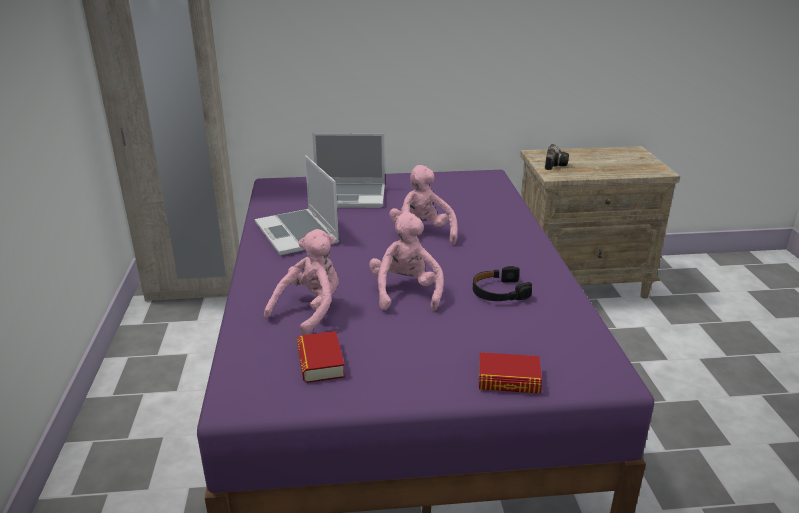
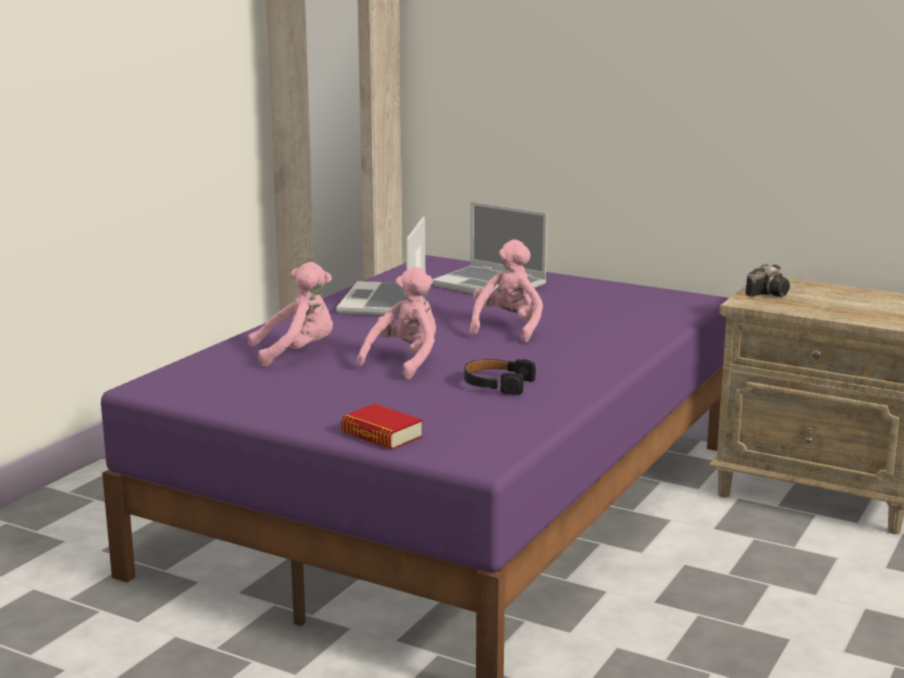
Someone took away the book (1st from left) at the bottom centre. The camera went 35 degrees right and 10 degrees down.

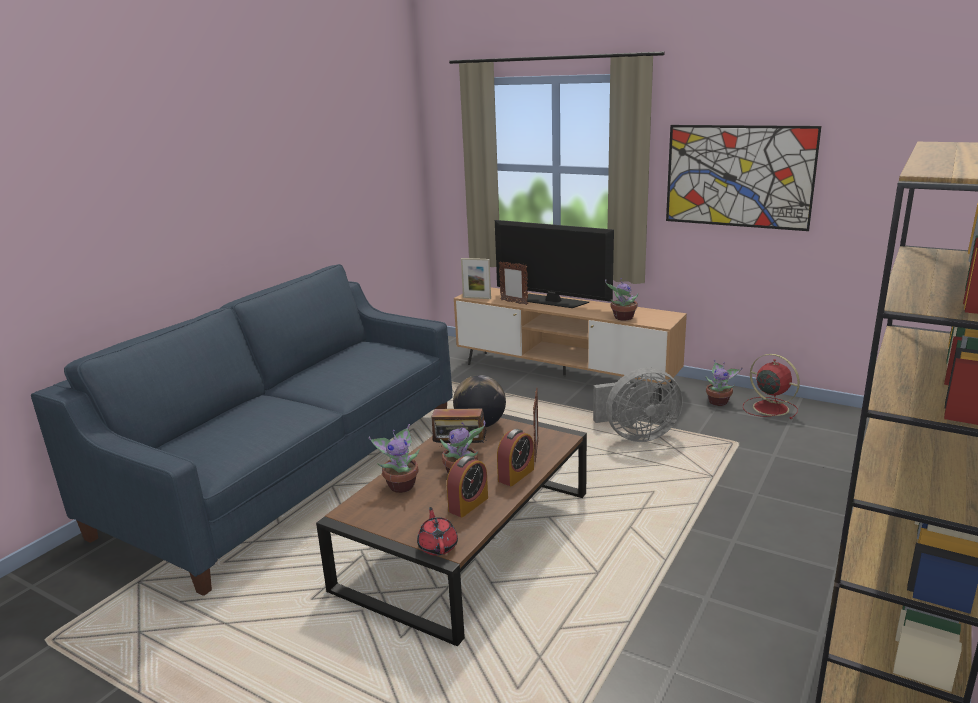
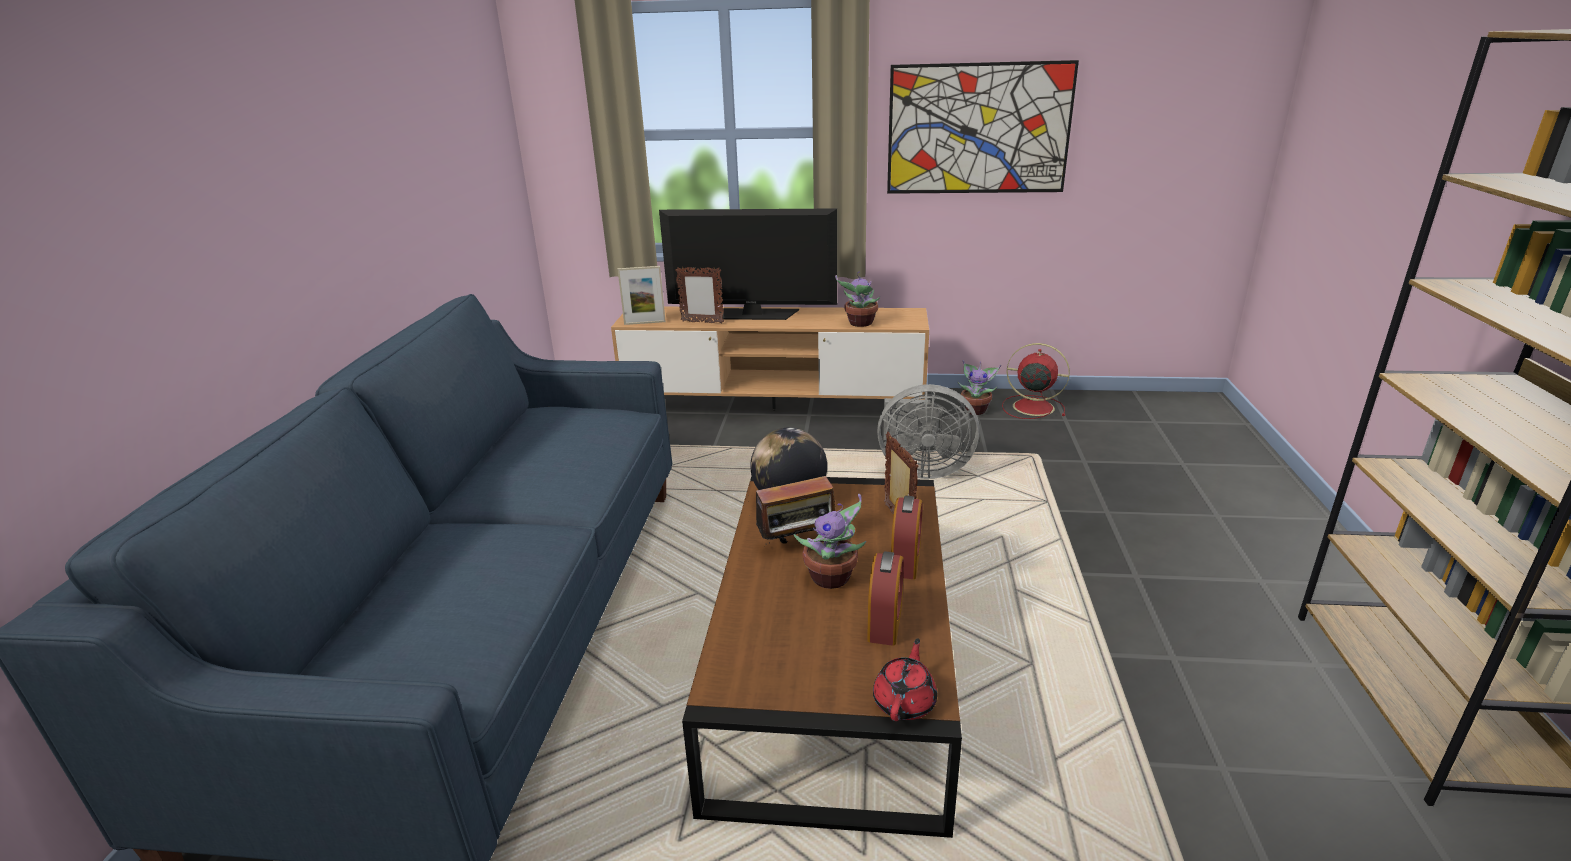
Someone rotated the grey fan at the centre by 45 degrees clockwise. Someone took away the potted plant (1st from left) at the centre. Someone rotated the red teapot at the bottom centre by 60 degrees clockwise. The camera went 25 degrees left and 5 degrees up.

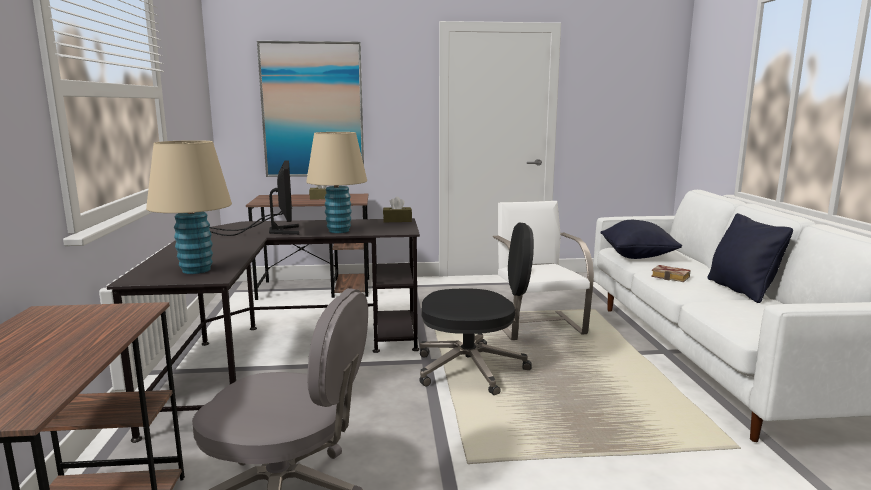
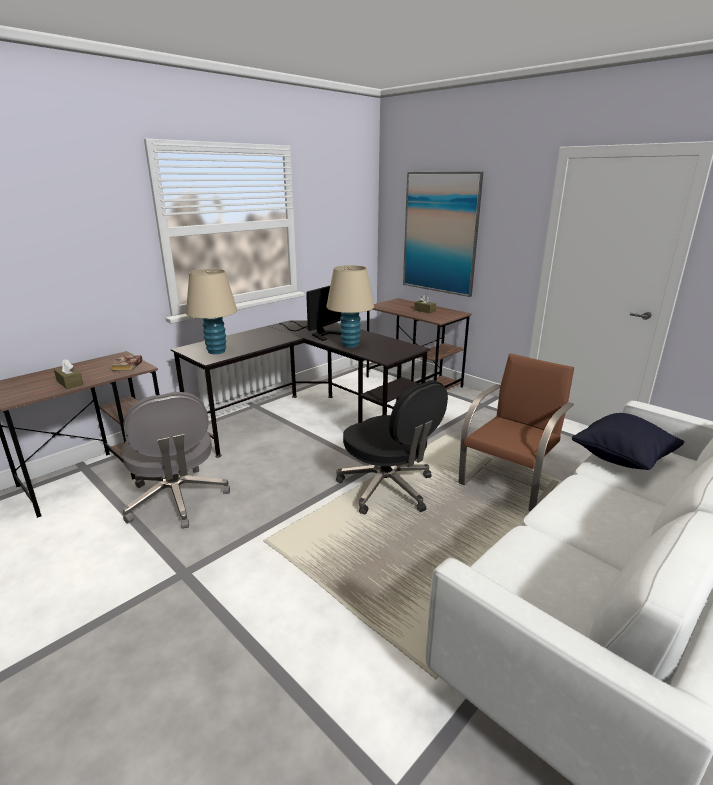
Someone carried the brown tissue box (2nd from left in the first image) from the centre to the middle left. Someone repainted the white chair at the centre, which became the brown chair at the middle right. Someone took away the black pillow (2nd from left) at the middle right. Someone carried the book from the middle right to the middle left. The camera went 50 degrees right and 10 degrees up.

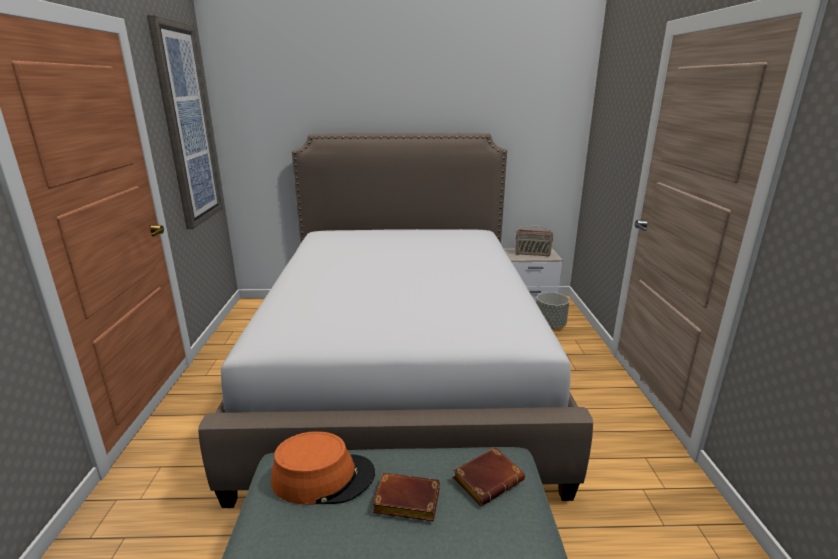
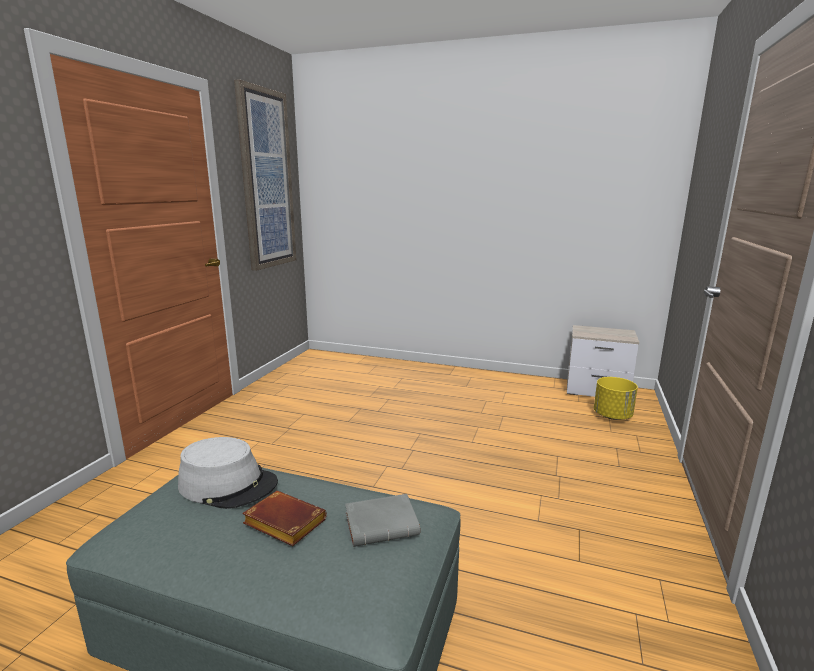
Someone took away the bed at the centre. Someone took away the radio at the centre. Someone repainted the grey planter at the centre, which became the yellow planter at the middle right. Someone repainted the orange hat at the bottom centre, which became the grey hat at the bottom left. Someone repainted the brown book (2nd from left) at the bottom centre, which became the grey book at the bottom centre. The camera went 20 degrees right and 5 degrees down.

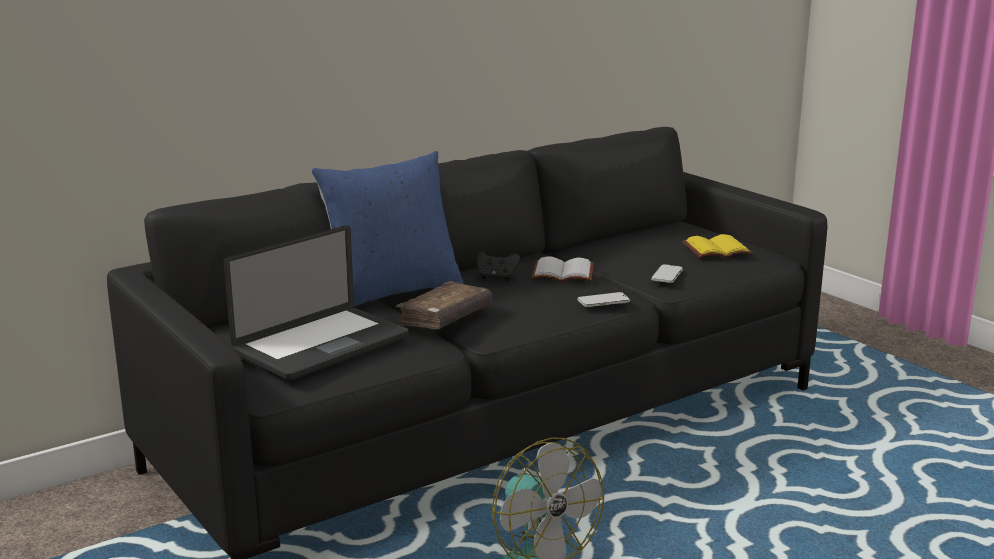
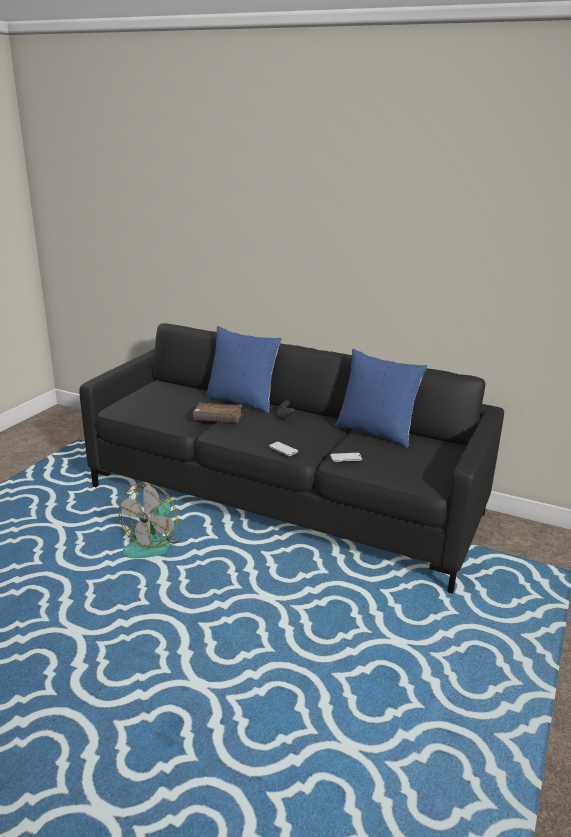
Someone took away the laptop at the middle left. Someone took away the yellow book at the middle right. Someone took away the white book at the centre. Someone put down the blue pillow (2nd from left) at the middle right. The camera went 60 degrees right and 5 degrees up.

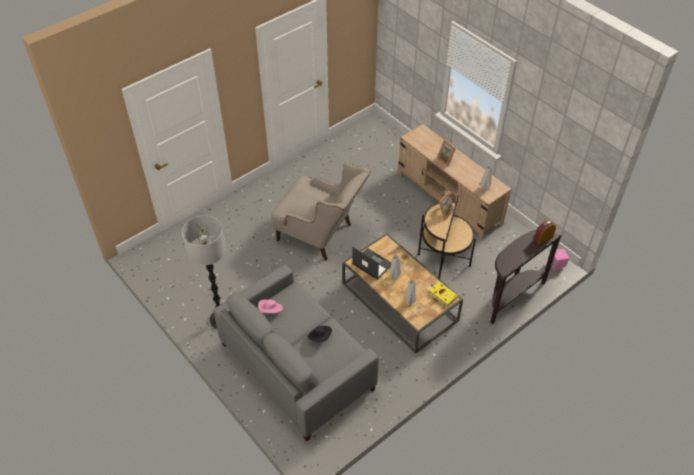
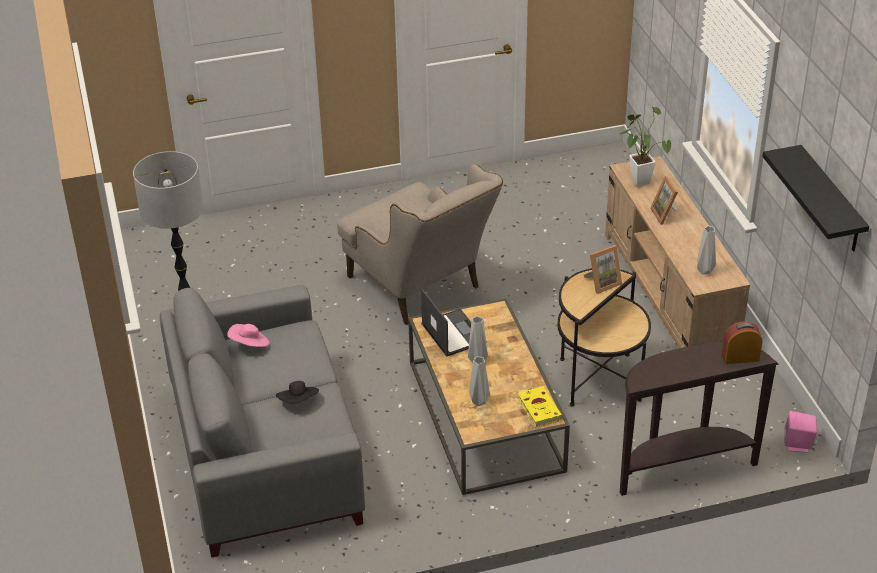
Someone put down the potted plant at the top right. Someone put up the black shelf at the middle right. The camera went 25 degrees right and 10 degrees down.

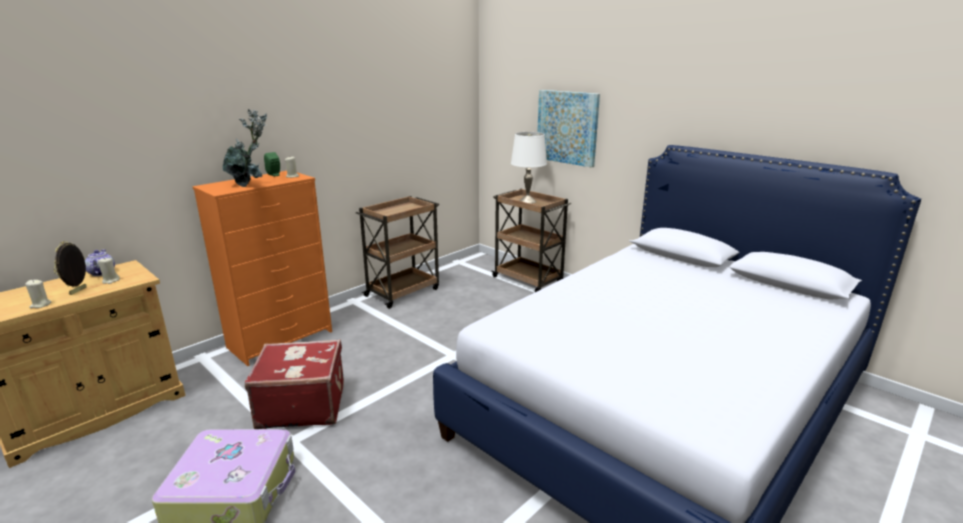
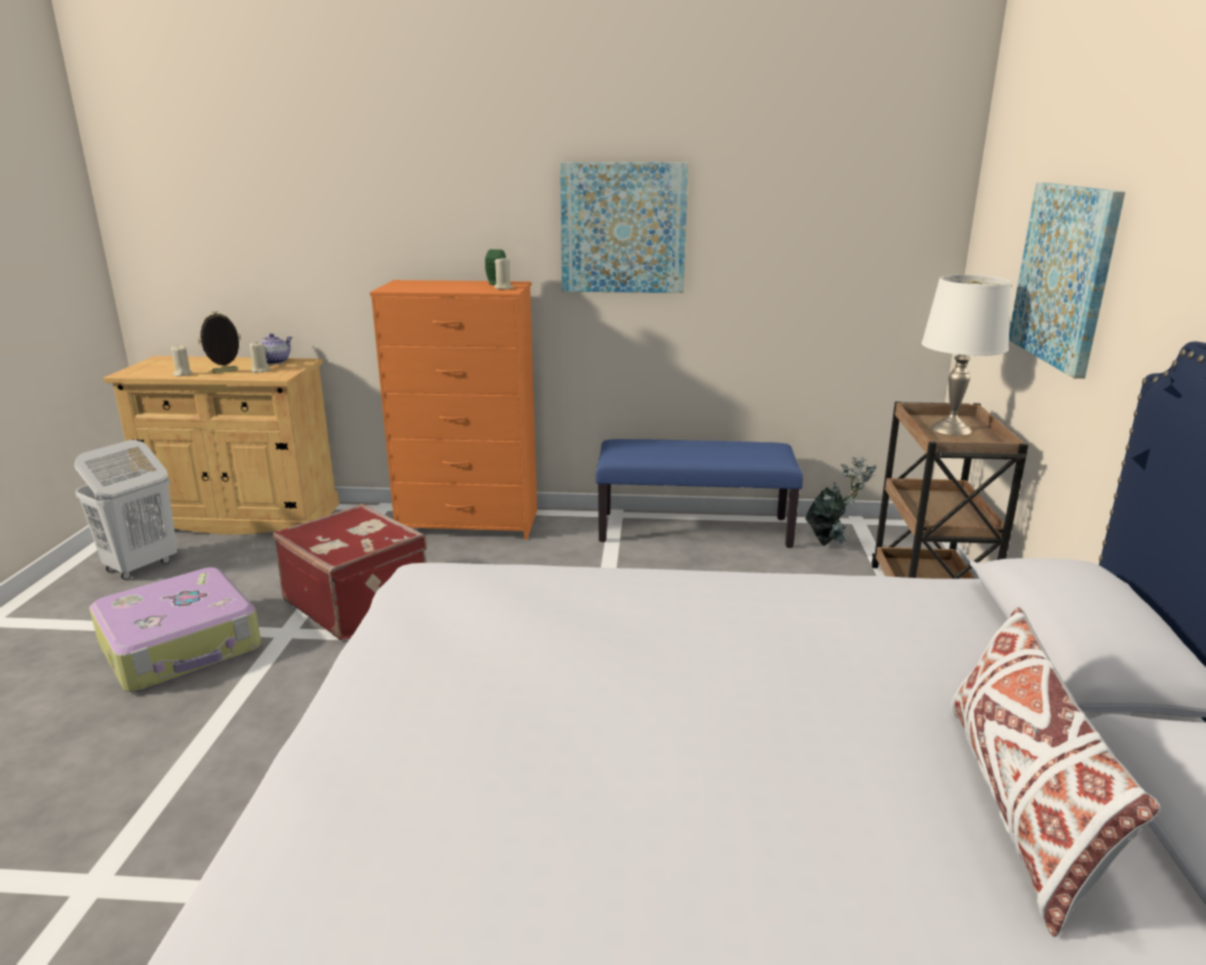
Someone carried the potted plant from the top left to the middle right. Someone swapped the brown cart (1st from left) at the centre for the blue bench at the centre. Someone put up the picture (1st from left) at the top centre. Someone put down the white laundry basket at the middle left. Someone put down the white pillow at the bottom right. The camera went 50 degrees right and 0 degrees up.

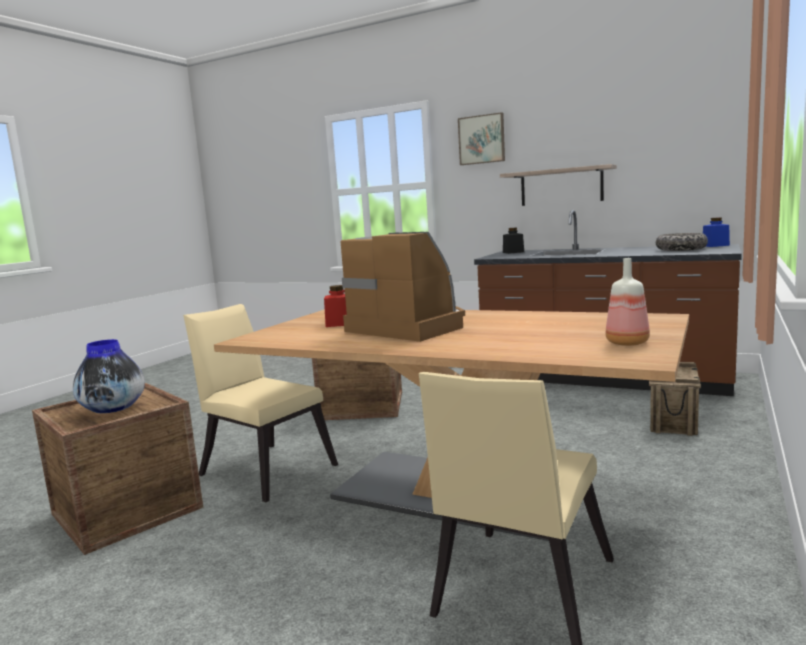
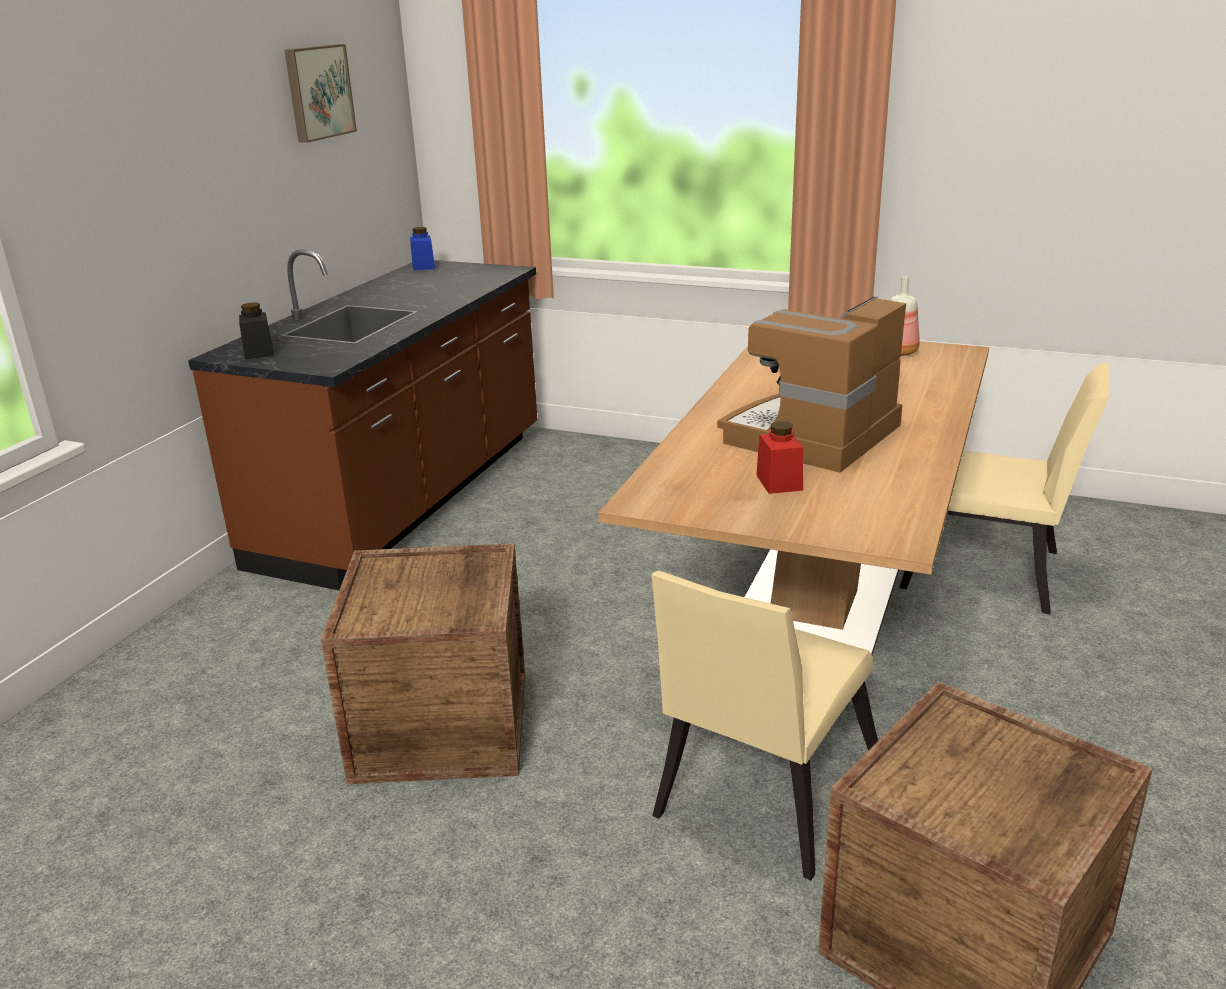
Someone carried the picture from the top centre to the top left. Someone took away the shelf at the top right. Someone took away the bowl at the middle right. Someone took away the vase at the middle left. Someone took away the crate (3rd from left) at the middle right. The camera went 95 degrees left and 15 degrees up.

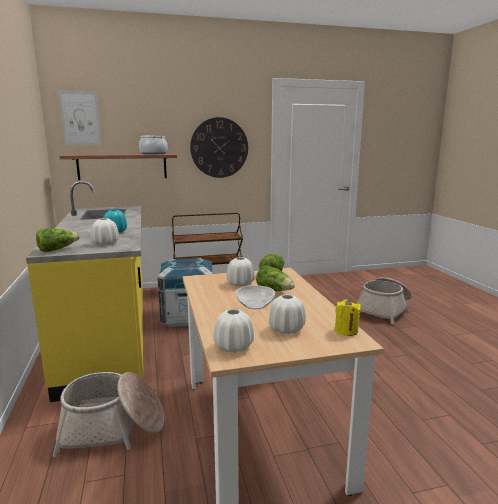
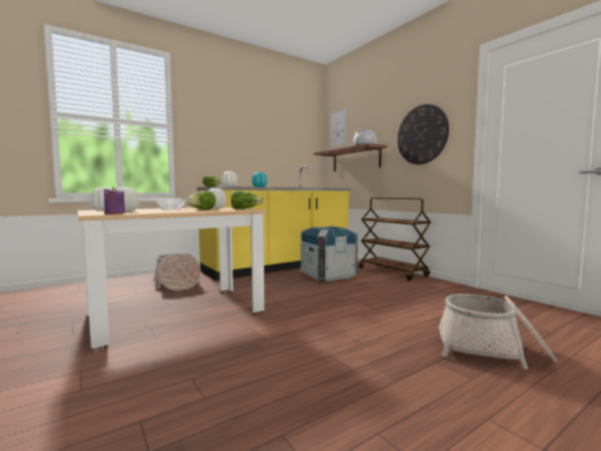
Someone repainted the yellow candle at the middle right, which became the purple candle at the middle left. The camera went 70 degrees right and 10 degrees down.

